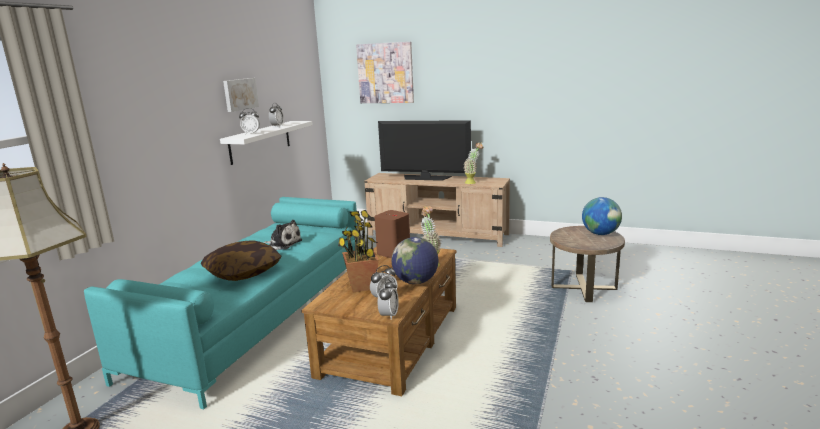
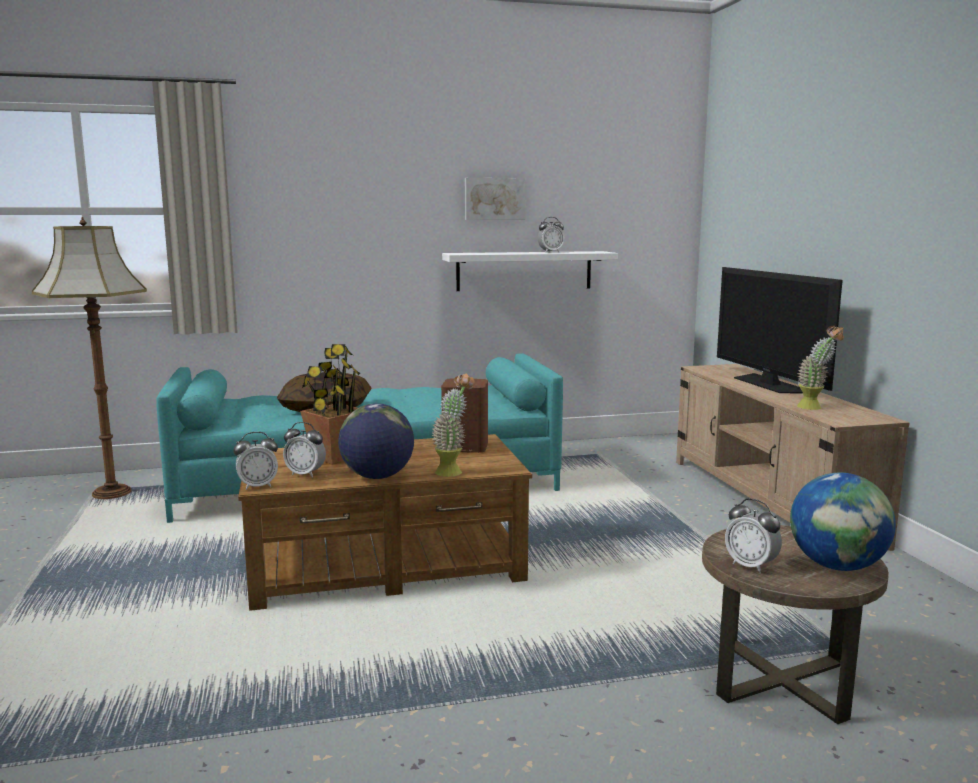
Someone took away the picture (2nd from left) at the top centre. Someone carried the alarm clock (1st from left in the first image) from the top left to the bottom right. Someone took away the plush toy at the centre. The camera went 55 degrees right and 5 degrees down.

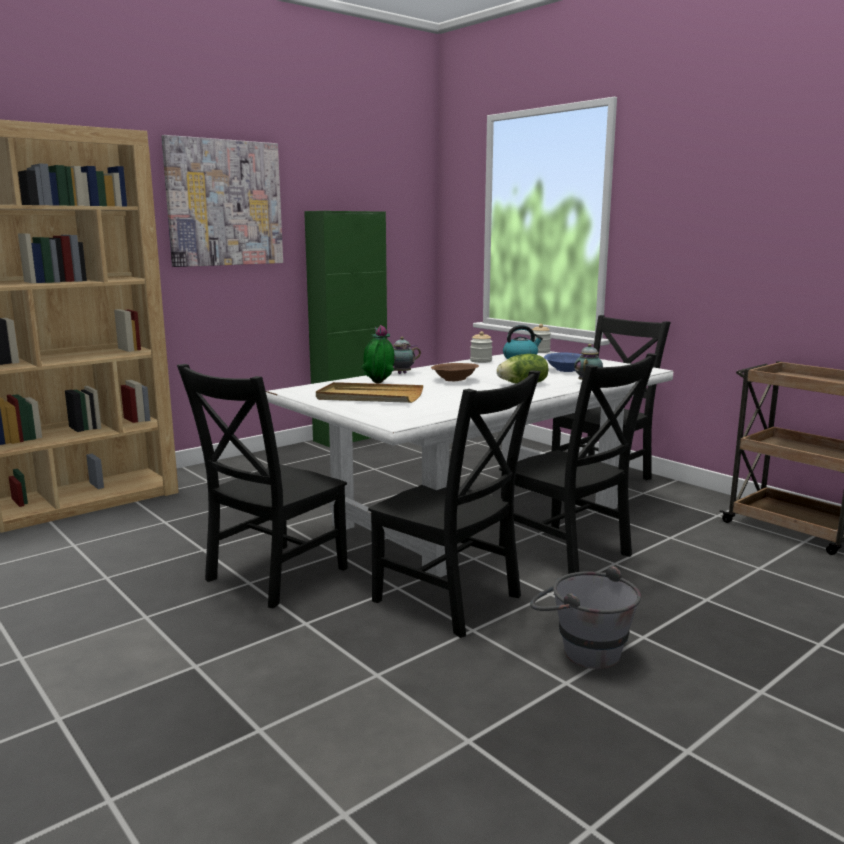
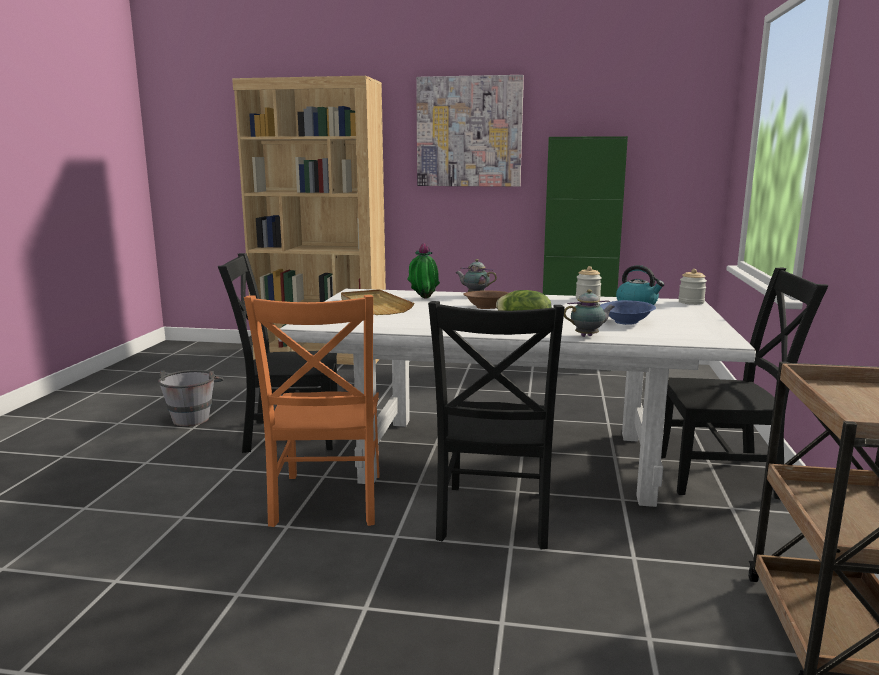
Someone repainted the black chair (2nd from left) at the centre, which became the orange chair at the centre. Someone carried the grey bucket from the bottom right to the middle left. The camera went 50 degrees right and 0 degrees up.

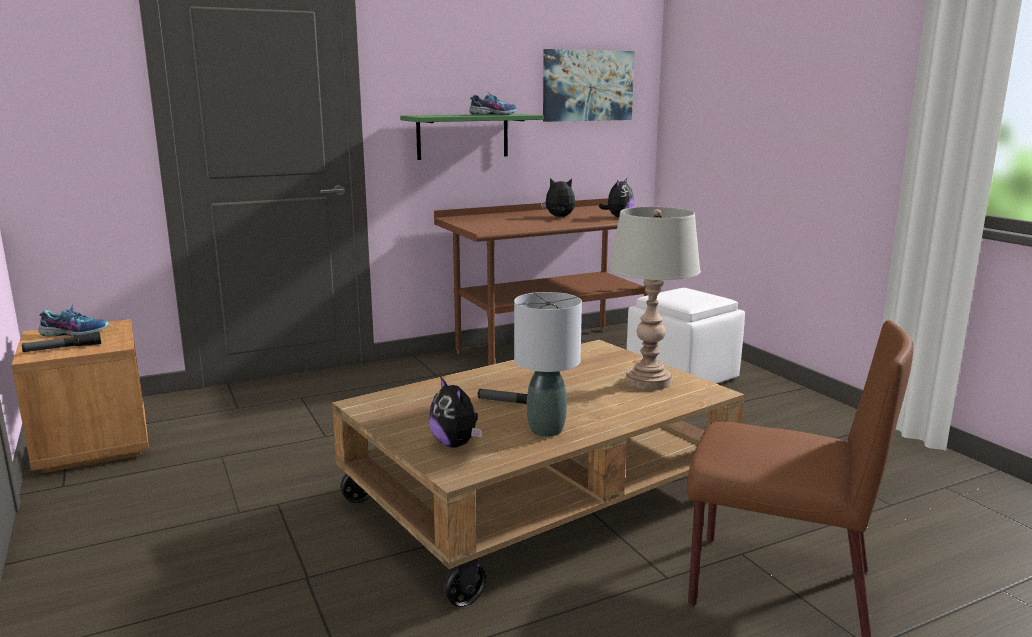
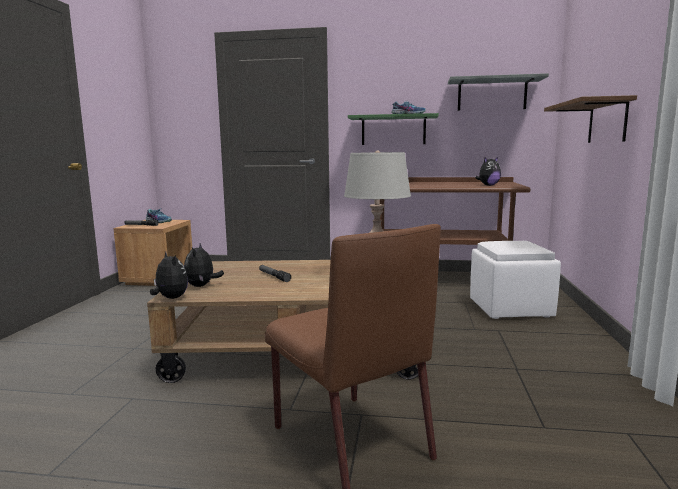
Someone swapped the picture at the top centre for the grey shelf at the top right. Someone carried the plush toy (2nd from left in the first image) from the top centre to the middle left. Someone took away the grey table lamp (1st from left) at the centre. Someone put up the brown shelf at the top right. The camera went 35 degrees right and 5 degrees down.

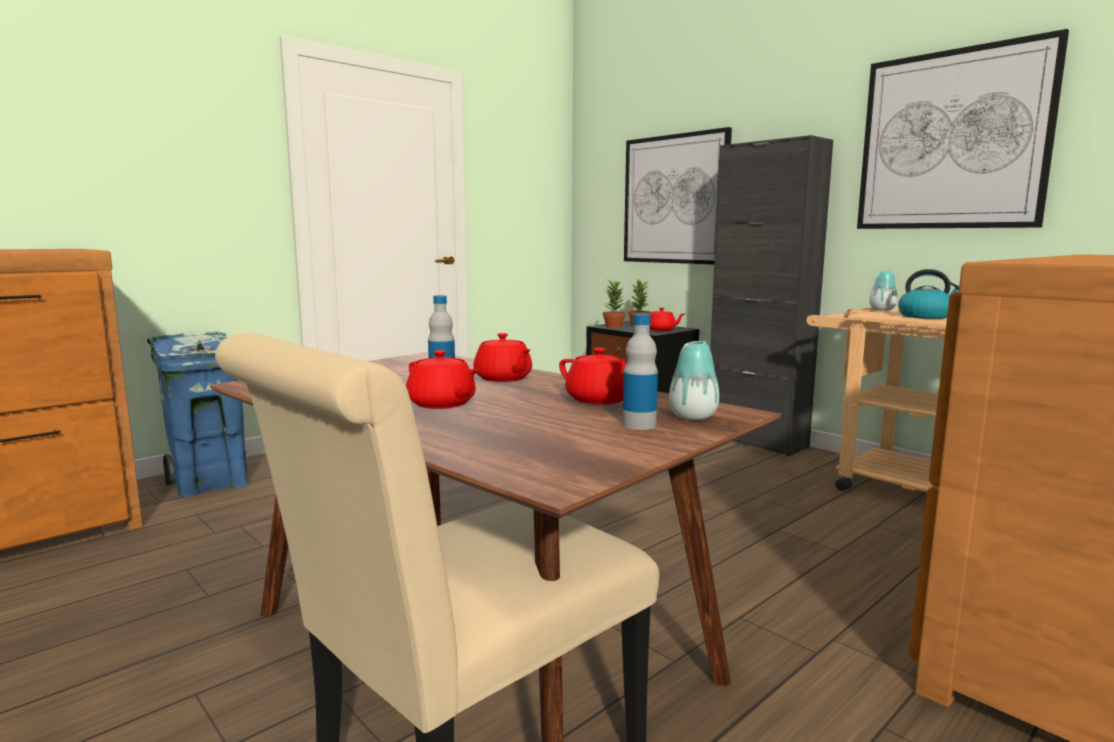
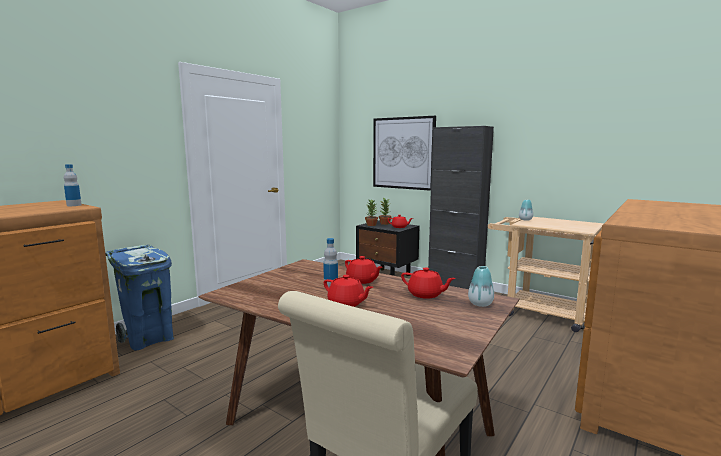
Someone took away the picture (2nd from left) at the top right. Someone took away the kettle at the middle right. Someone carried the bottle (2nd from left in the first image) from the centre to the middle left. The camera went 10 degrees left and 0 degrees up.

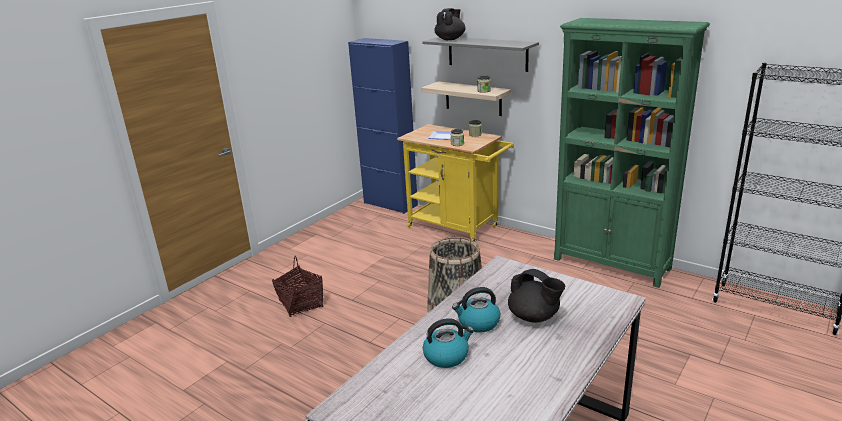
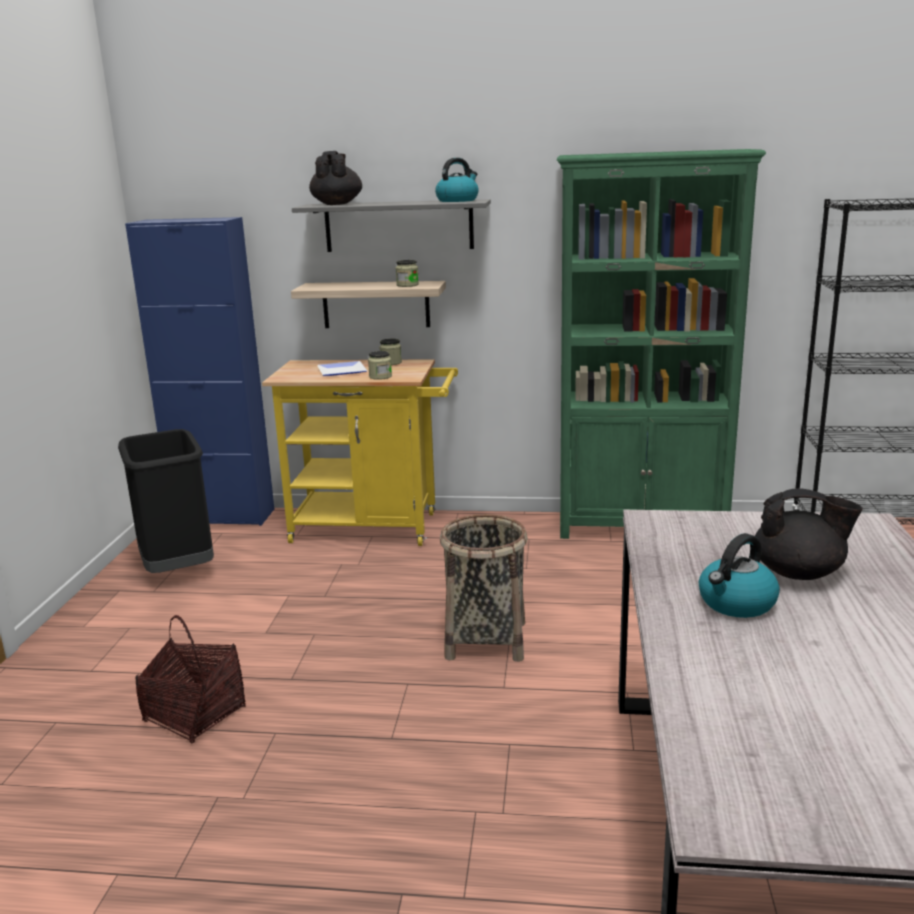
Someone carried the kettle (1st from left) from the bottom centre to the top centre. Someone put down the black trash can at the middle left. The camera went 30 degrees left and 5 degrees down.

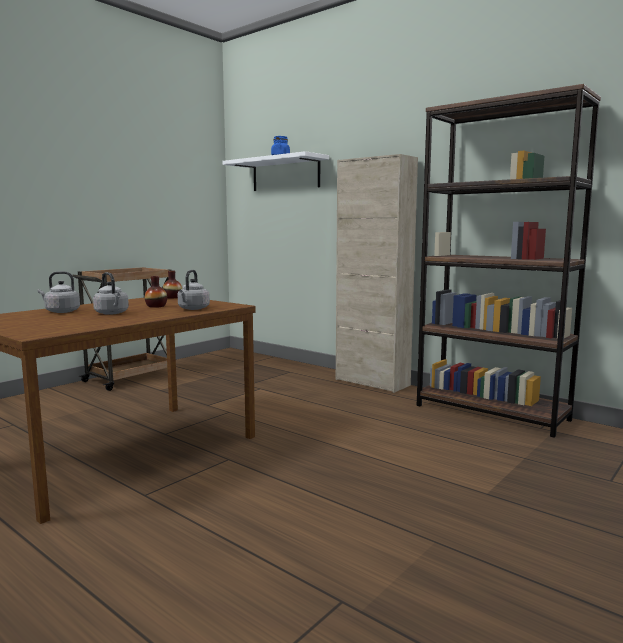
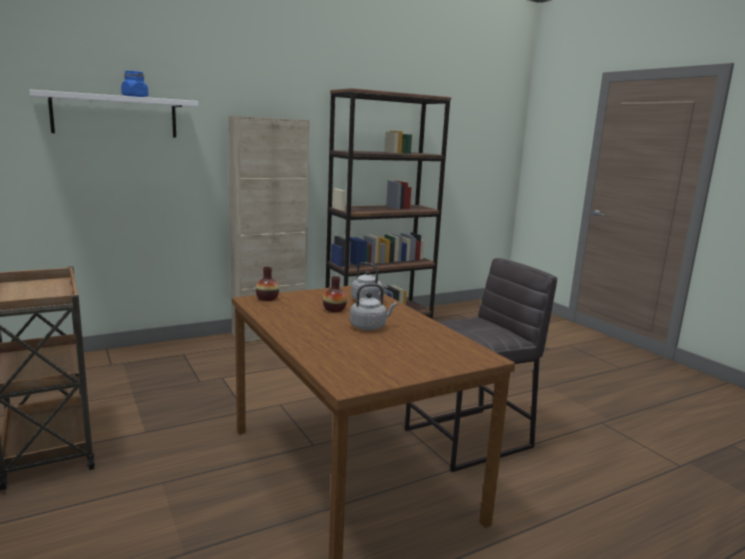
Someone took away the grey kettle (1st from left) at the middle left. Someone put down the grey stool at the centre. The camera went 70 degrees left and 5 degrees up.

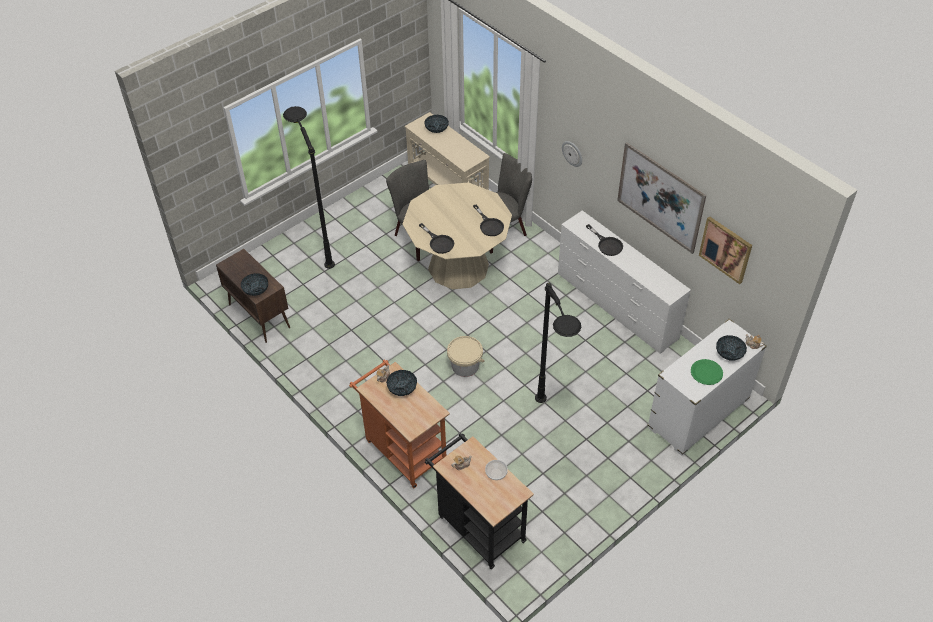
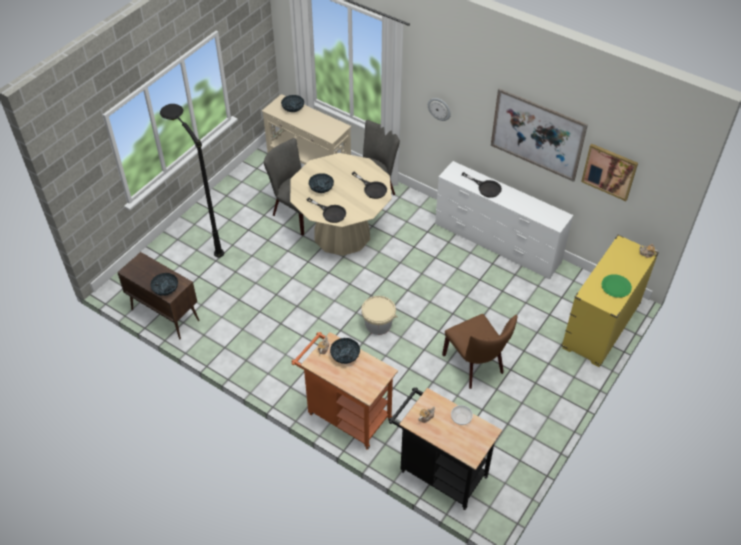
Someone swapped the black floor lamp (2nd from left) at the centre for the brown chair at the centre. Someone repainted the white dresser (2nd from left) at the middle right, which became the yellow dresser at the middle right. Someone carried the bowl (5th from left in the first image) from the middle right to the centre. The camera went 15 degrees left and 0 degrees up.

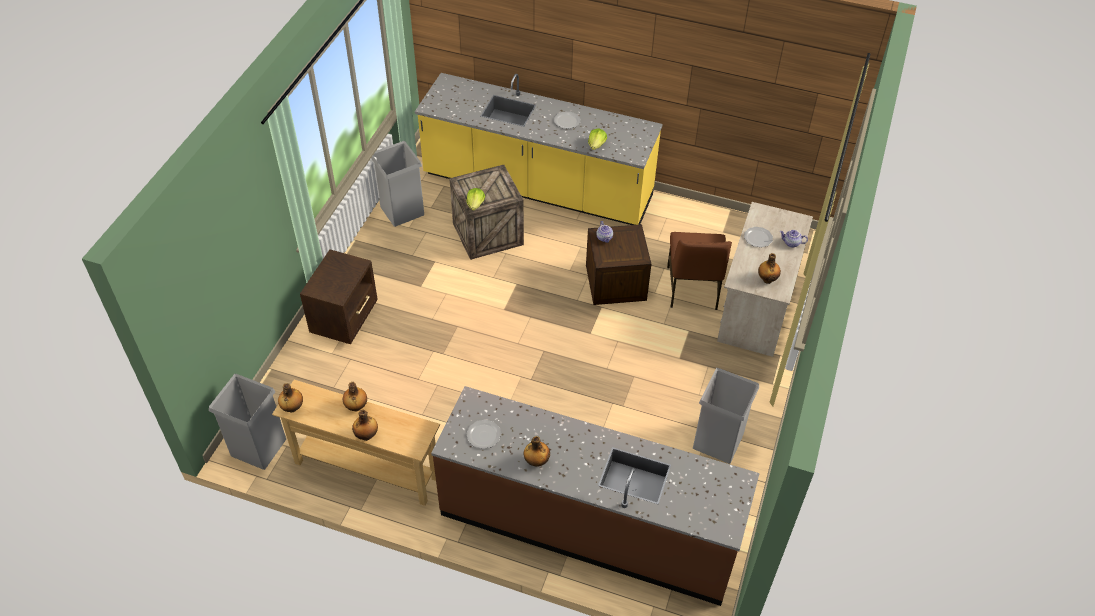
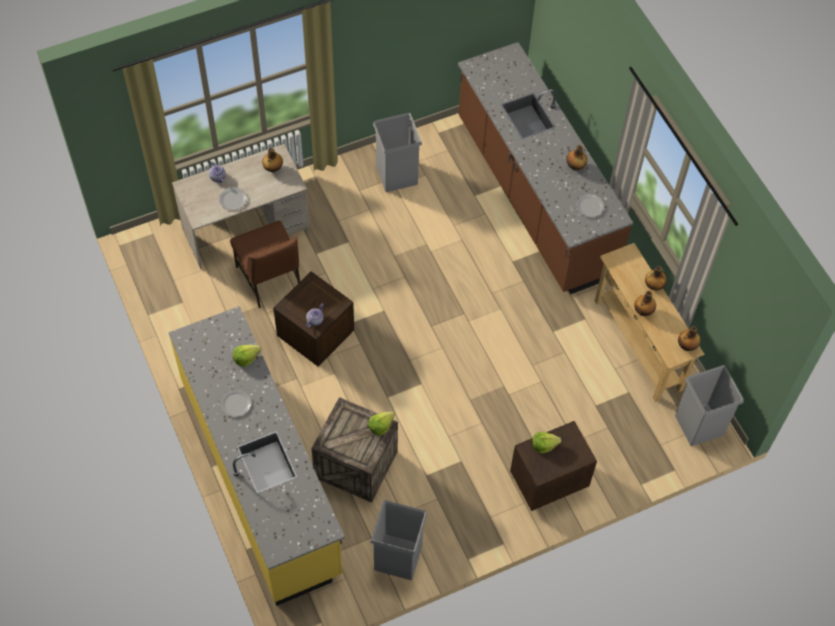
Someone rotated the brown chair at the centre by 105 degrees clockwise. Someone put down the lettuce (3rd from left) at the bottom centre. The camera went 135 degrees left and 10 degrees up.

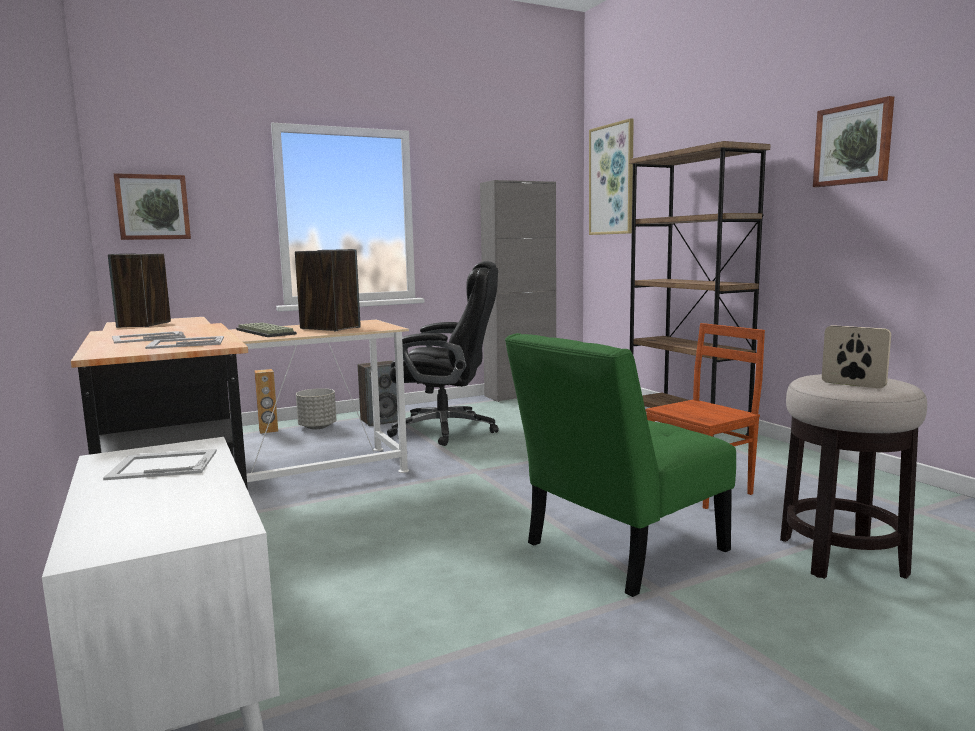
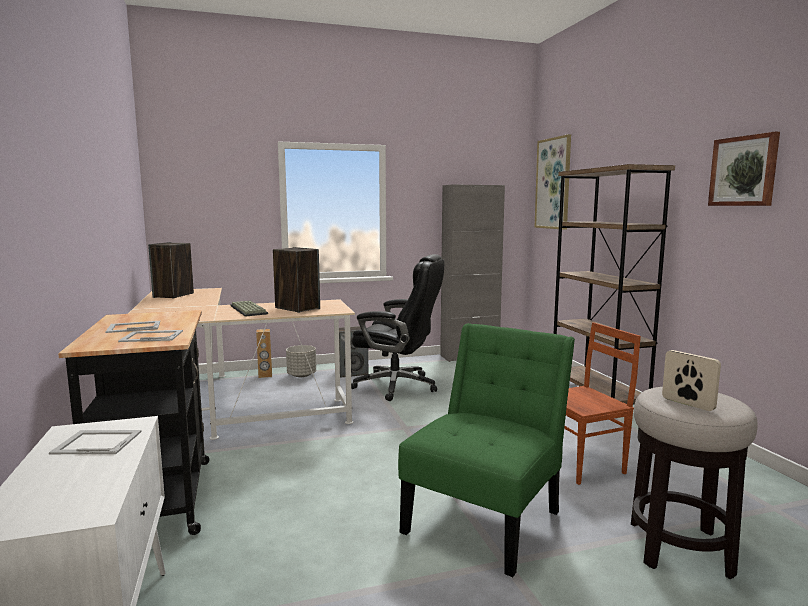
Someone took away the picture (1st from left) at the top left. Someone rotated the green chair at the centre by 150 degrees clockwise. The camera went 10 degrees right and 0 degrees up.

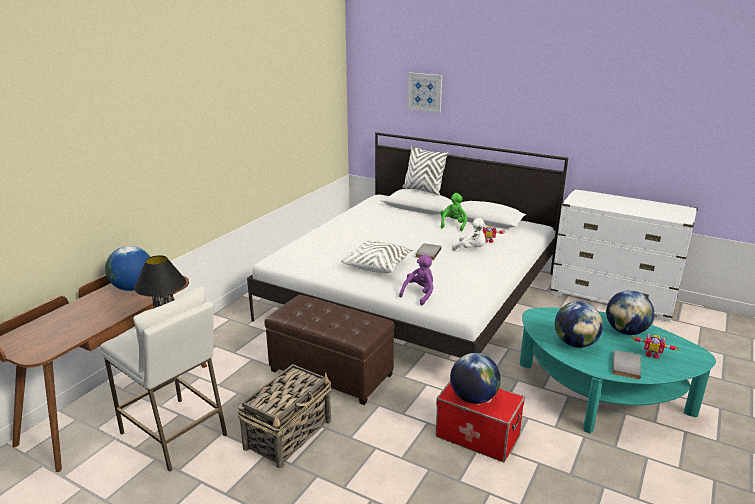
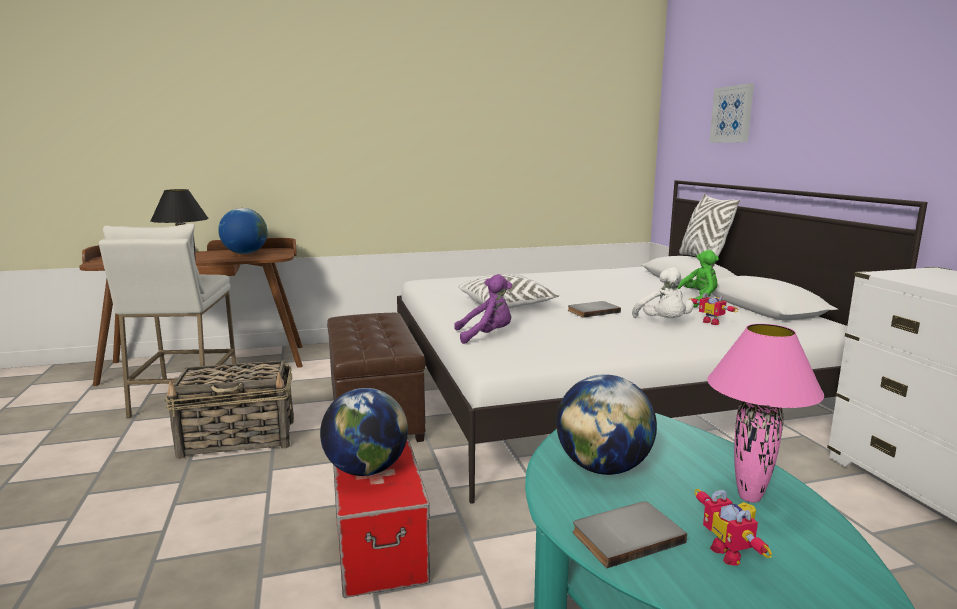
Someone swapped the globe (4th from left) at the middle right for the pink table lamp at the bottom right. The camera went 45 degrees right and 10 degrees down.

